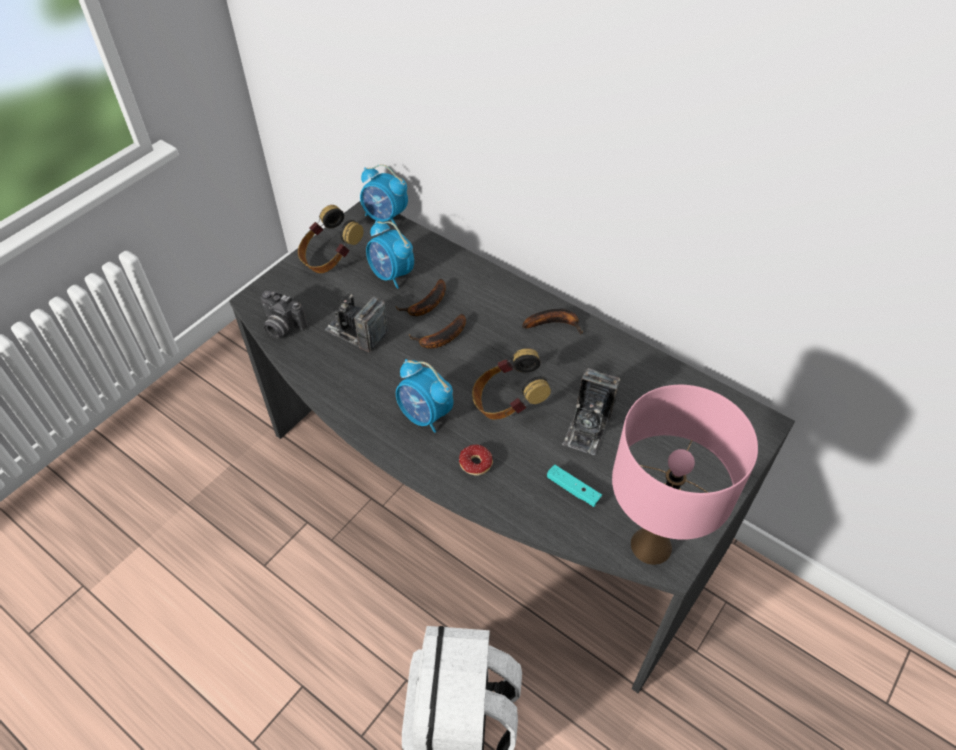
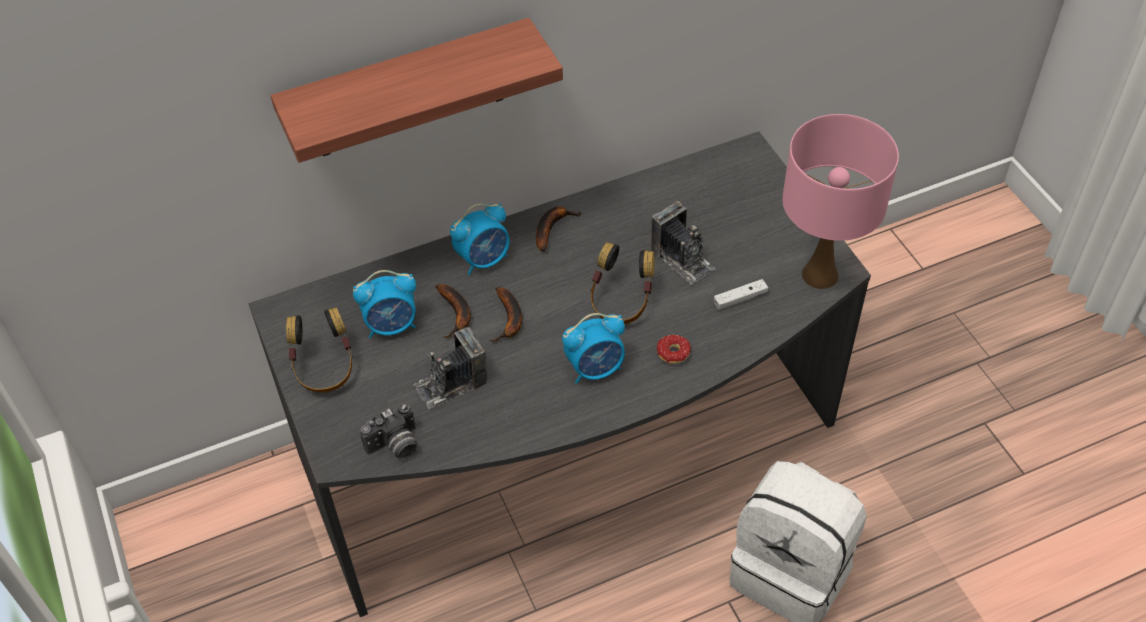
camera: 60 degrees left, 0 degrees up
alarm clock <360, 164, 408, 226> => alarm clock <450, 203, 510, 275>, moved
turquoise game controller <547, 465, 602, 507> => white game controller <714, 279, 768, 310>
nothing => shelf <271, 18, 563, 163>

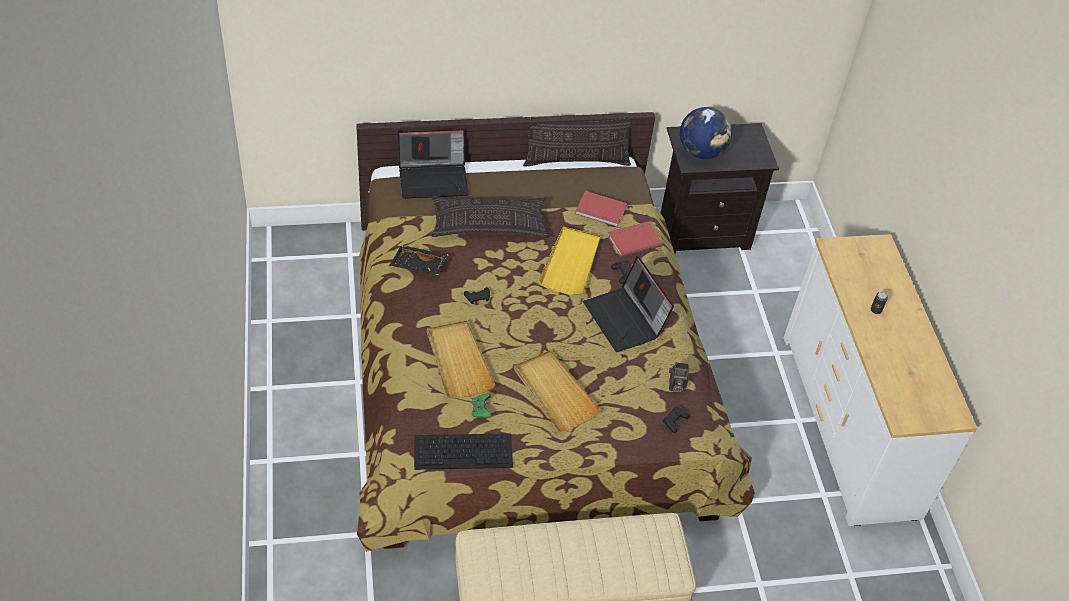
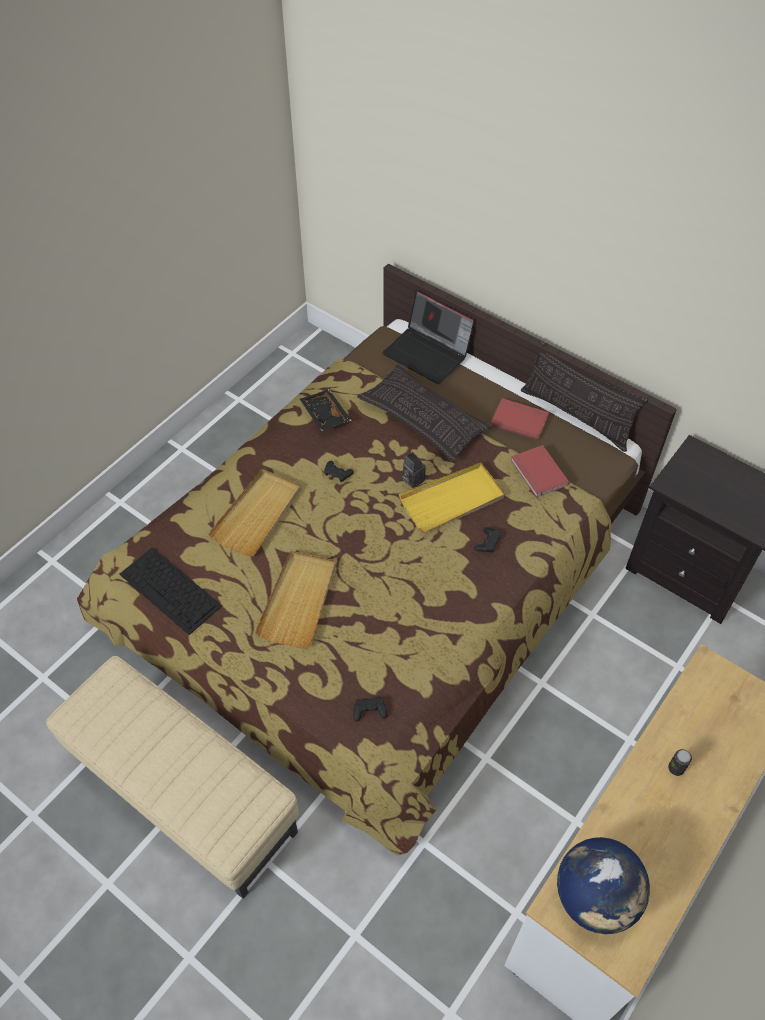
camera: 50 degrees right, 5 degrees up
globe <680, 107, 732, 159> => globe <557, 837, 650, 934>, moved
red book <607, 222, 662, 257> => red book <491, 398, 549, 440>, moved
laptop <583, 256, 674, 352> => nothing
photo camera <669, 362, 689, 393> => photo camera <402, 452, 426, 488>, moved
green game controller <472, 393, 492, 418> => nothing

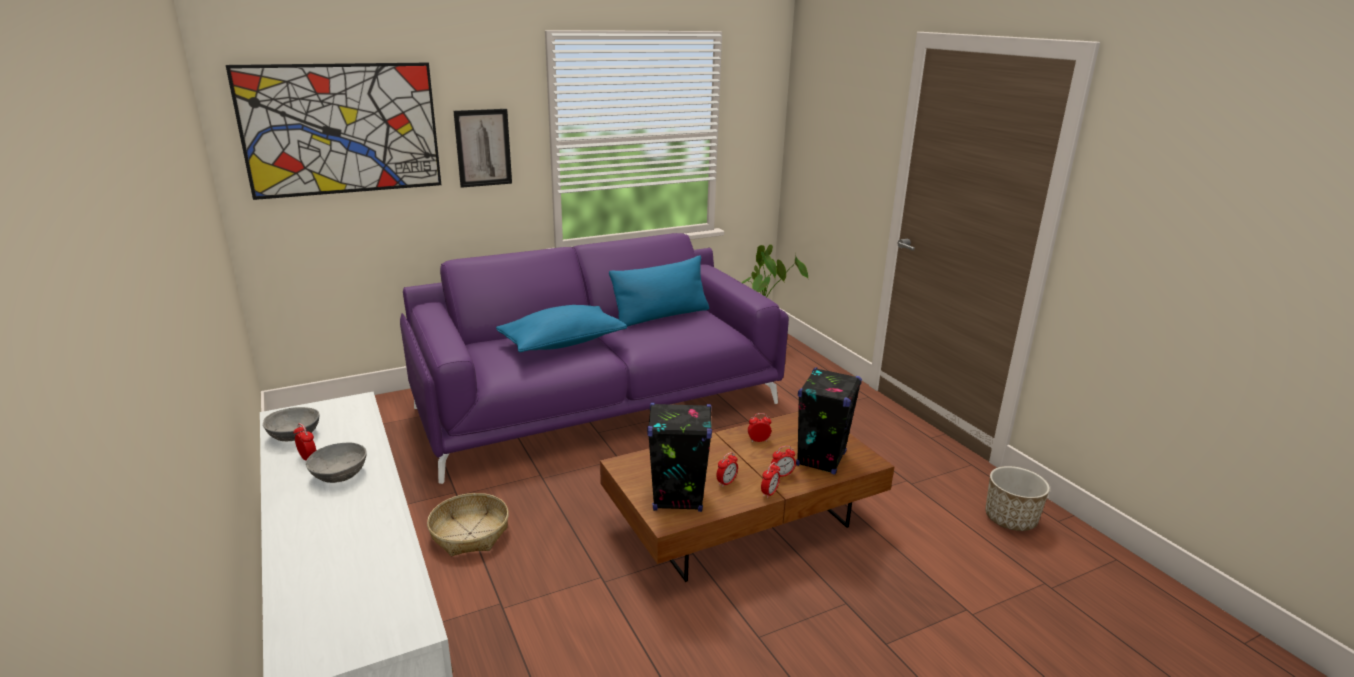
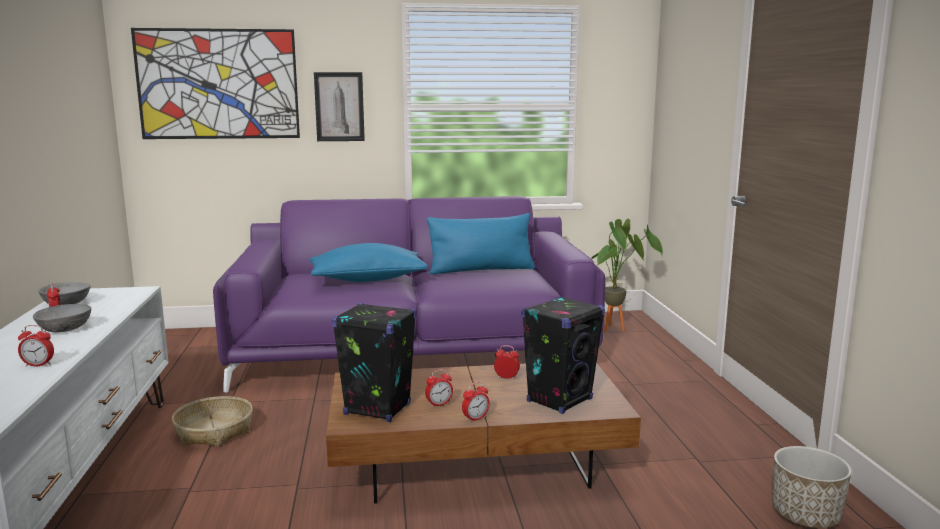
camera: 20 degrees right, 10 degrees down
alarm clock <771, 446, 796, 477> => alarm clock <18, 325, 54, 367>, moved

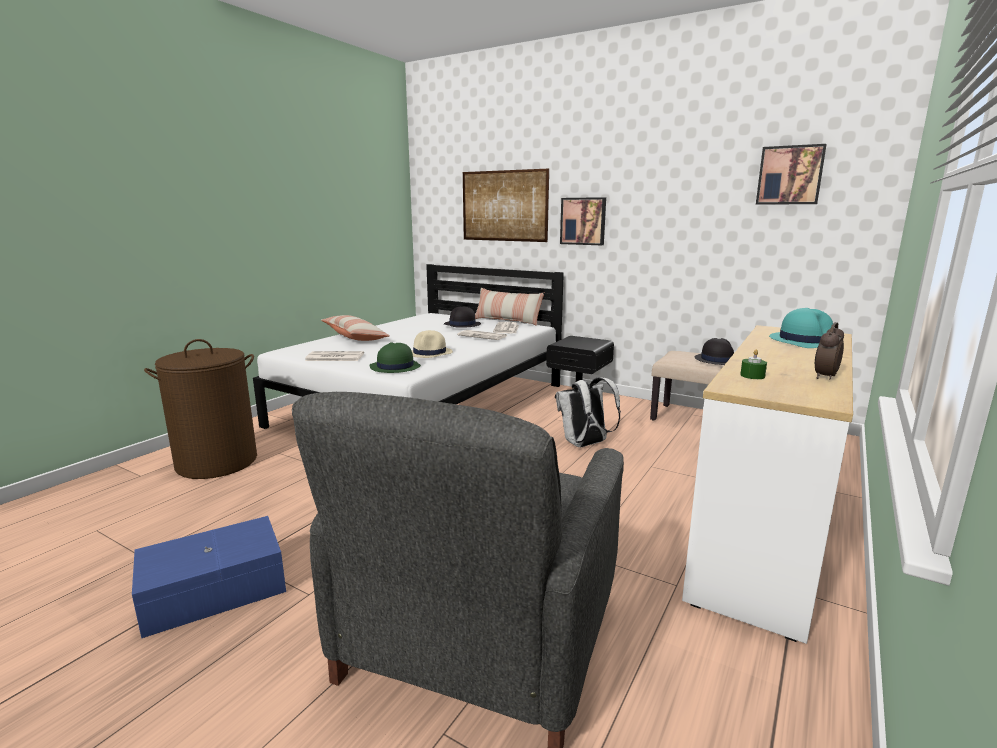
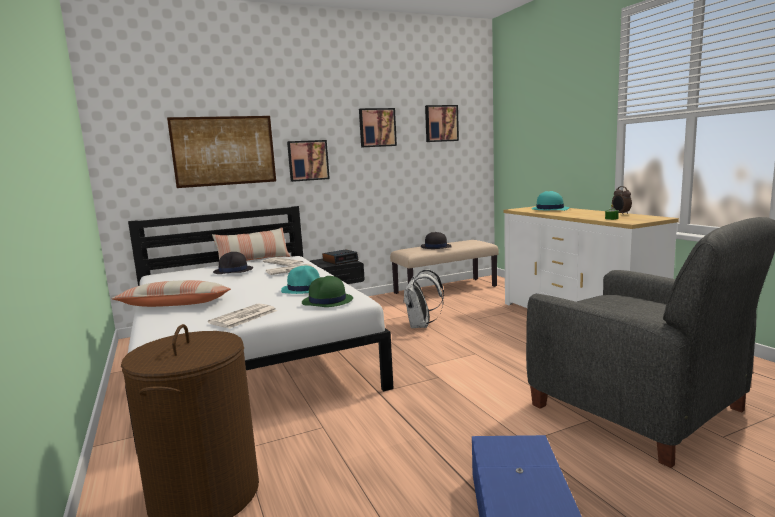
camera: 55 degrees left, 5 degrees down
beige hat <412, 330, 453, 358> => turquoise hat <281, 266, 320, 294>
nothing => picture <359, 108, 397, 147>
nothing => alarm clock <322, 249, 358, 265>

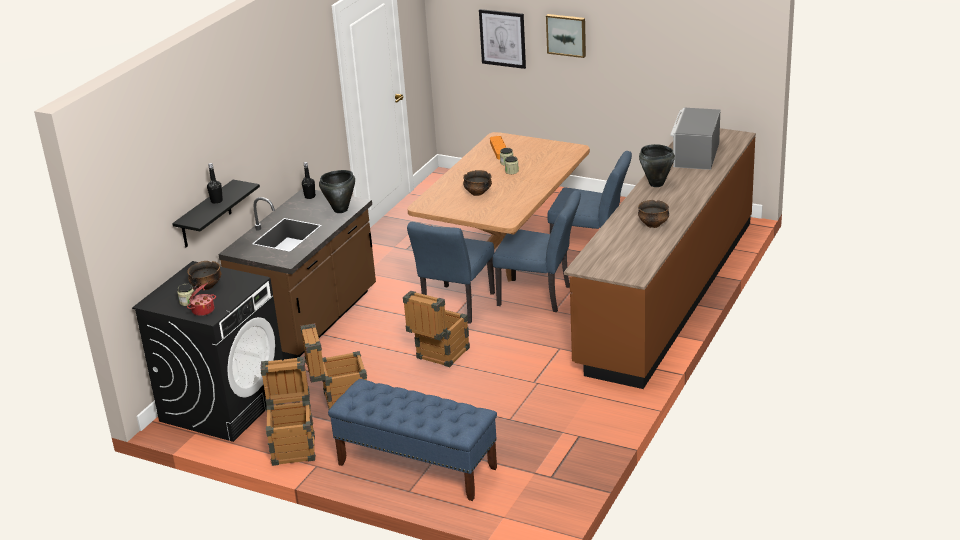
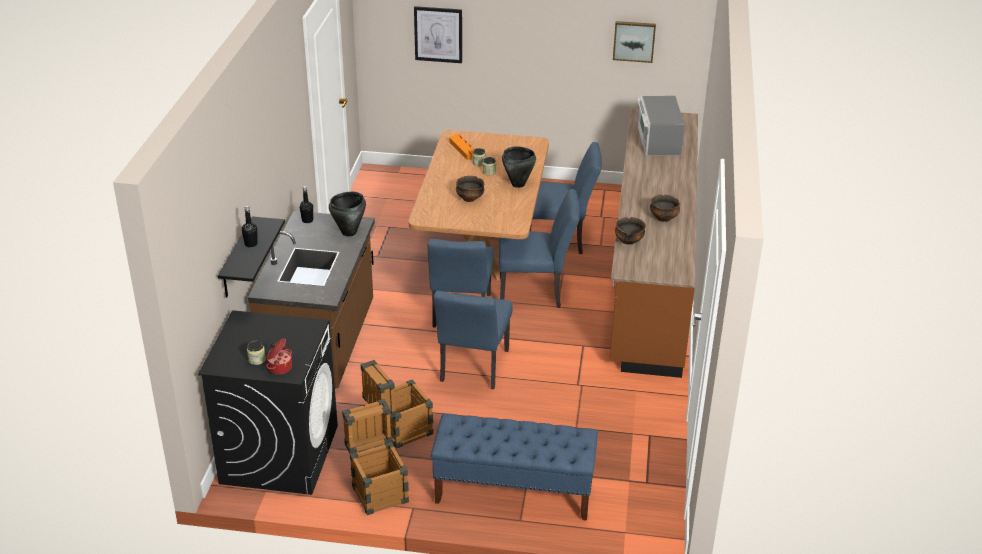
camera: 20 degrees left, 5 degrees up
picture <546, 14, 586, 58> => picture <613, 21, 656, 63>, moved
black cooking pot <639, 144, 675, 187> => black cooking pot <502, 147, 536, 188>, moved
bowl <187, 261, 221, 290> => bowl <615, 217, 646, 245>, moved
crate <403, 290, 470, 367> => blue chair <433, 291, 512, 389>

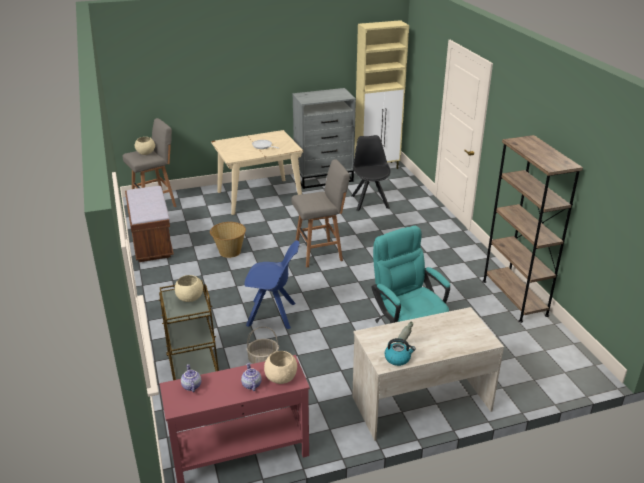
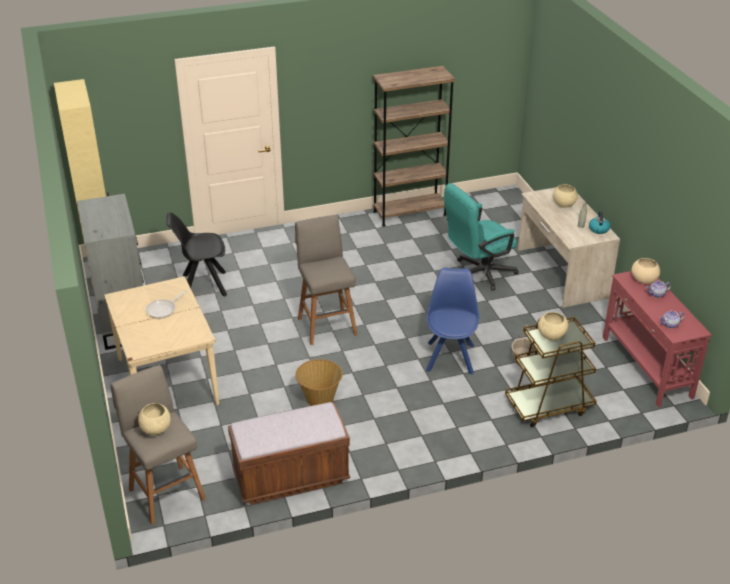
camera: 90 degrees left, 5 degrees up
nothing => beige bowl <553, 184, 578, 208>

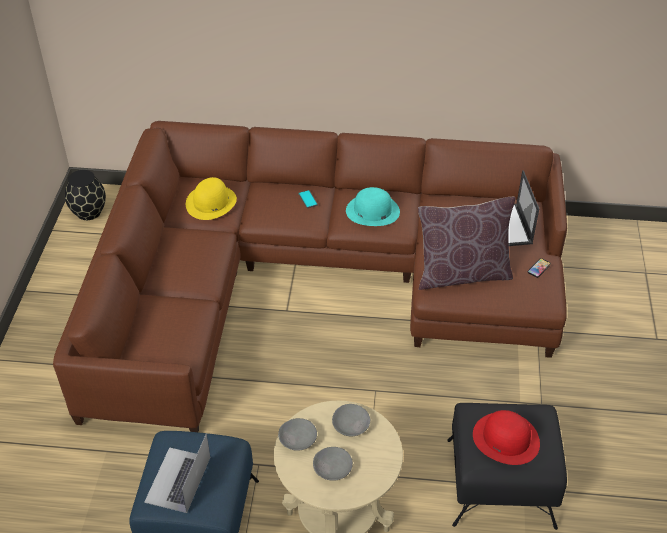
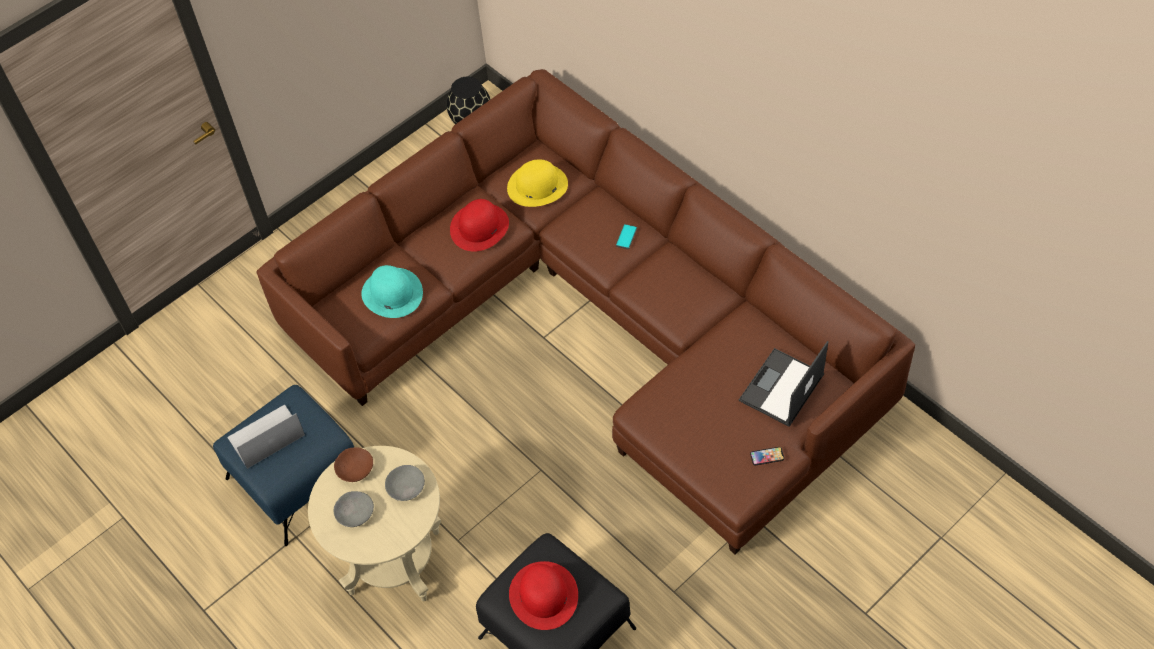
camera: 45 degrees right, 10 degrees up
turquoise hat <346, 187, 400, 226> => turquoise hat <361, 265, 423, 318>, moved
brown pillow <418, 197, 515, 290> => nothing
grey bowl <278, 418, 317, 451> => brown bowl <334, 447, 373, 482>
nothing => red hat <450, 199, 509, 252>

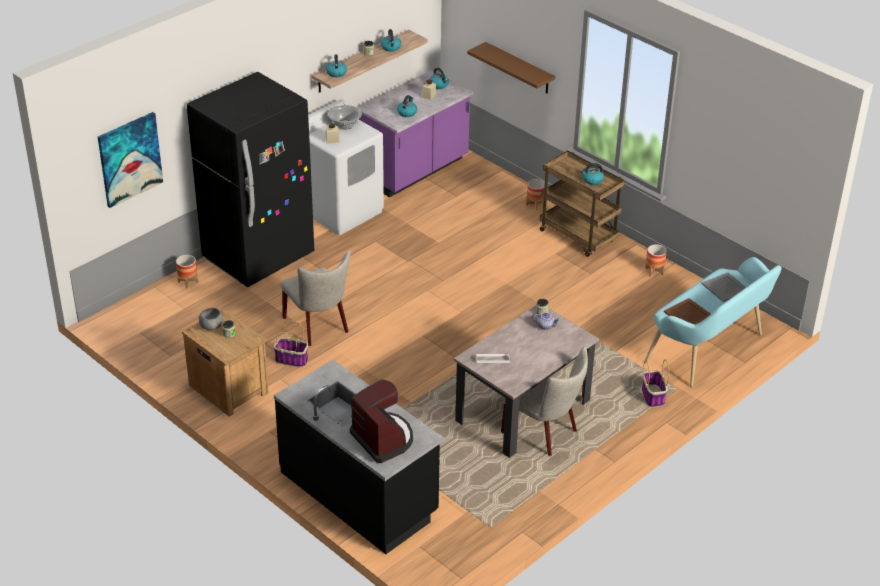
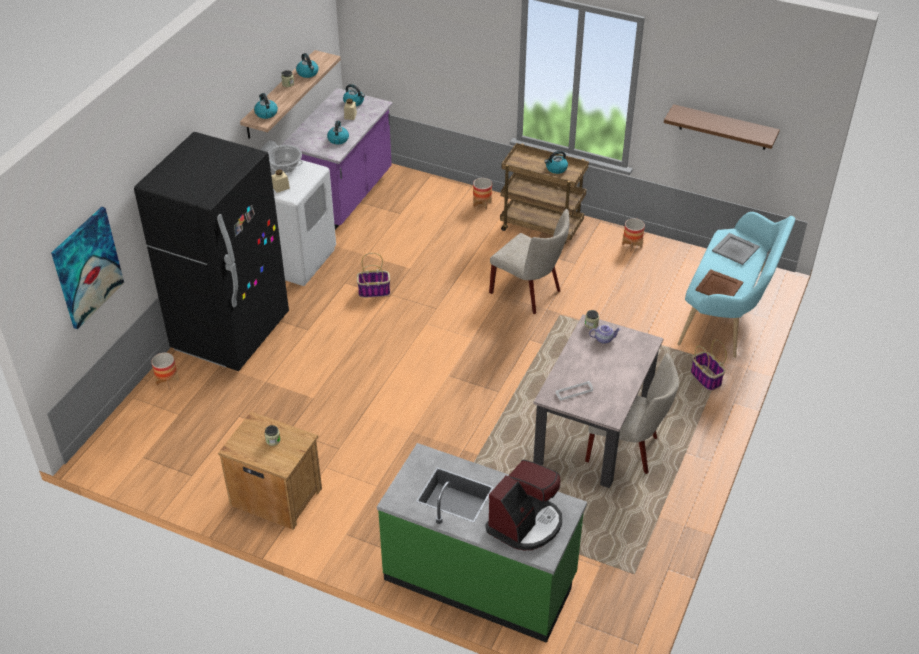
camera: 20 degrees left, 5 degrees up
brown shelf <467, 42, 555, 93> => brown shelf <664, 104, 780, 150>, moved
beige chair <280, 250, 351, 346> => beige chair <489, 209, 569, 314>, moved
grey bowl <199, 308, 223, 331> => nothing
basket <273, 320, 308, 368> => basket <357, 253, 390, 298>, moved
black counter <274, 360, 444, 554> => green counter <377, 443, 587, 643>
coffee machine <350, 379, 413, 463> => coffee machine <486, 460, 562, 550>, 90 degrees clockwise

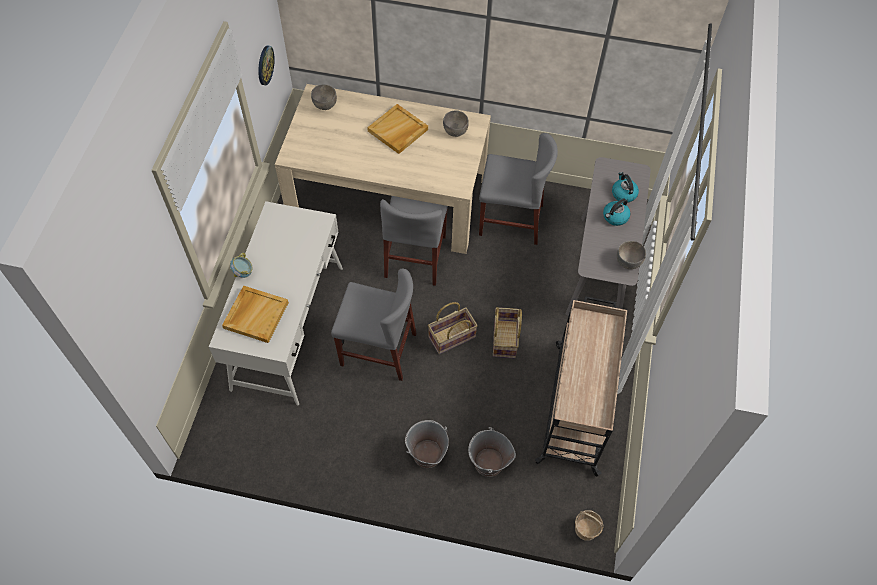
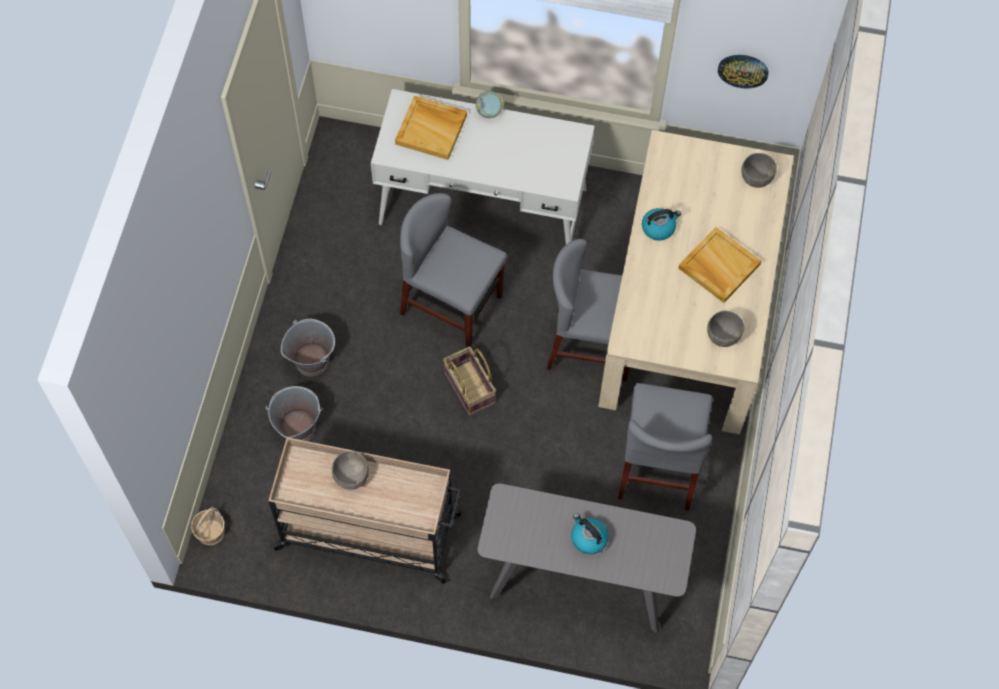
camera: 90 degrees right, 5 degrees up
kettle <612, 172, 639, 203> => kettle <642, 208, 681, 241>, moved
grey bowl <617, 241, 646, 269> => grey bowl <332, 451, 369, 490>, moved
grey chair <331, 269, 417, 381> => grey chair <400, 193, 507, 347>, 105 degrees clockwise
basket <493, 307, 522, 358> => nothing

